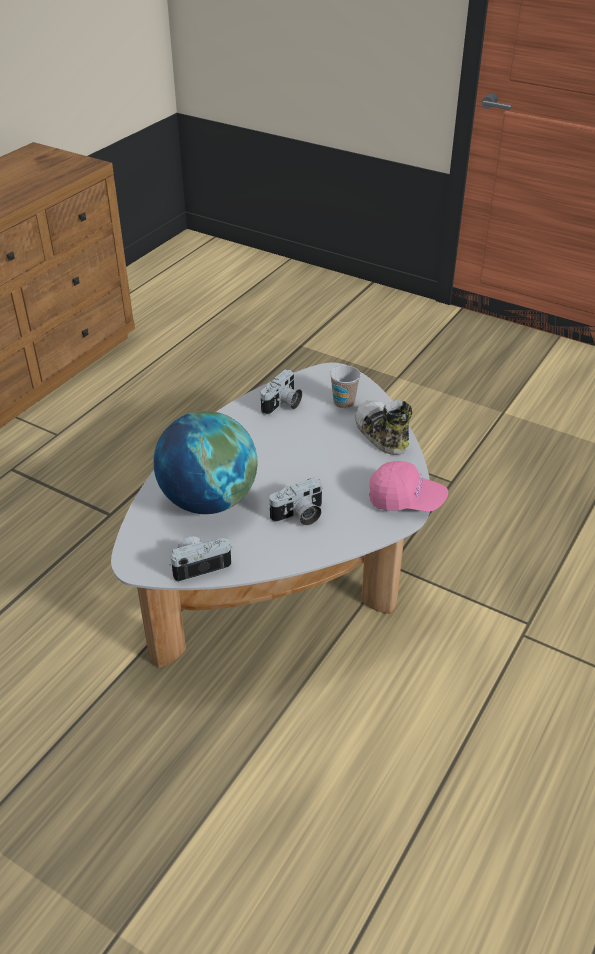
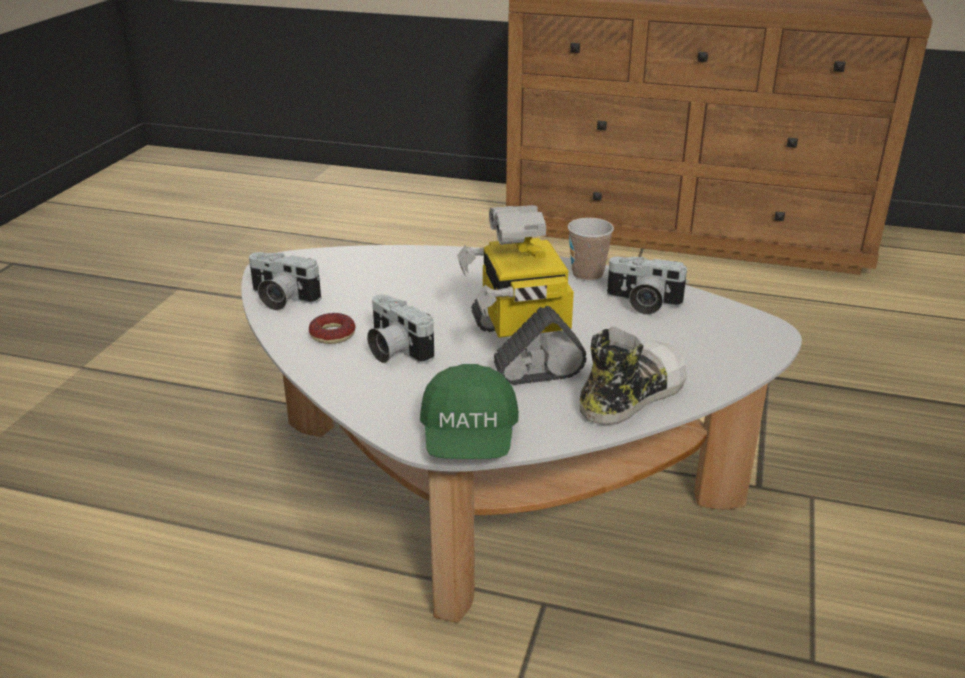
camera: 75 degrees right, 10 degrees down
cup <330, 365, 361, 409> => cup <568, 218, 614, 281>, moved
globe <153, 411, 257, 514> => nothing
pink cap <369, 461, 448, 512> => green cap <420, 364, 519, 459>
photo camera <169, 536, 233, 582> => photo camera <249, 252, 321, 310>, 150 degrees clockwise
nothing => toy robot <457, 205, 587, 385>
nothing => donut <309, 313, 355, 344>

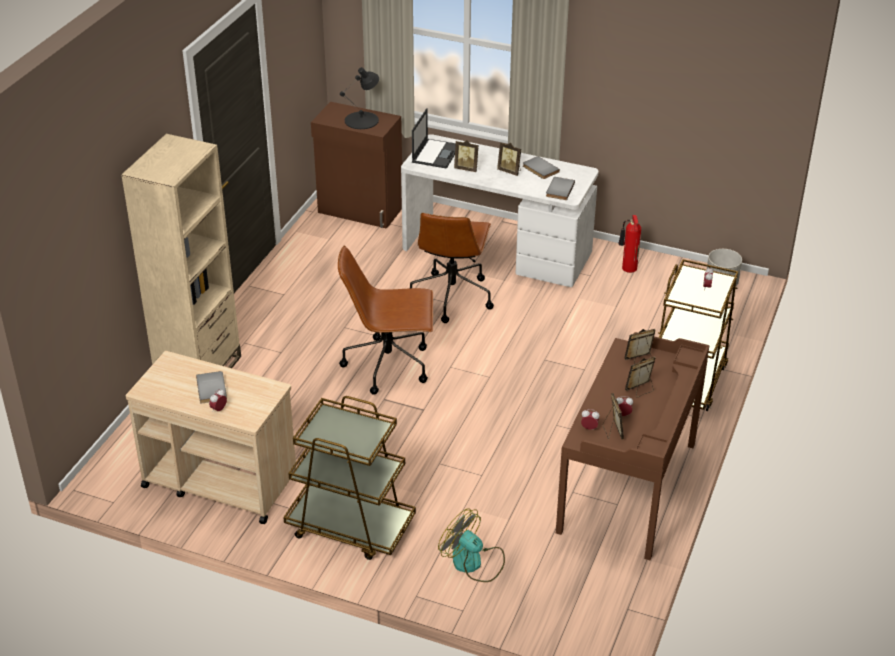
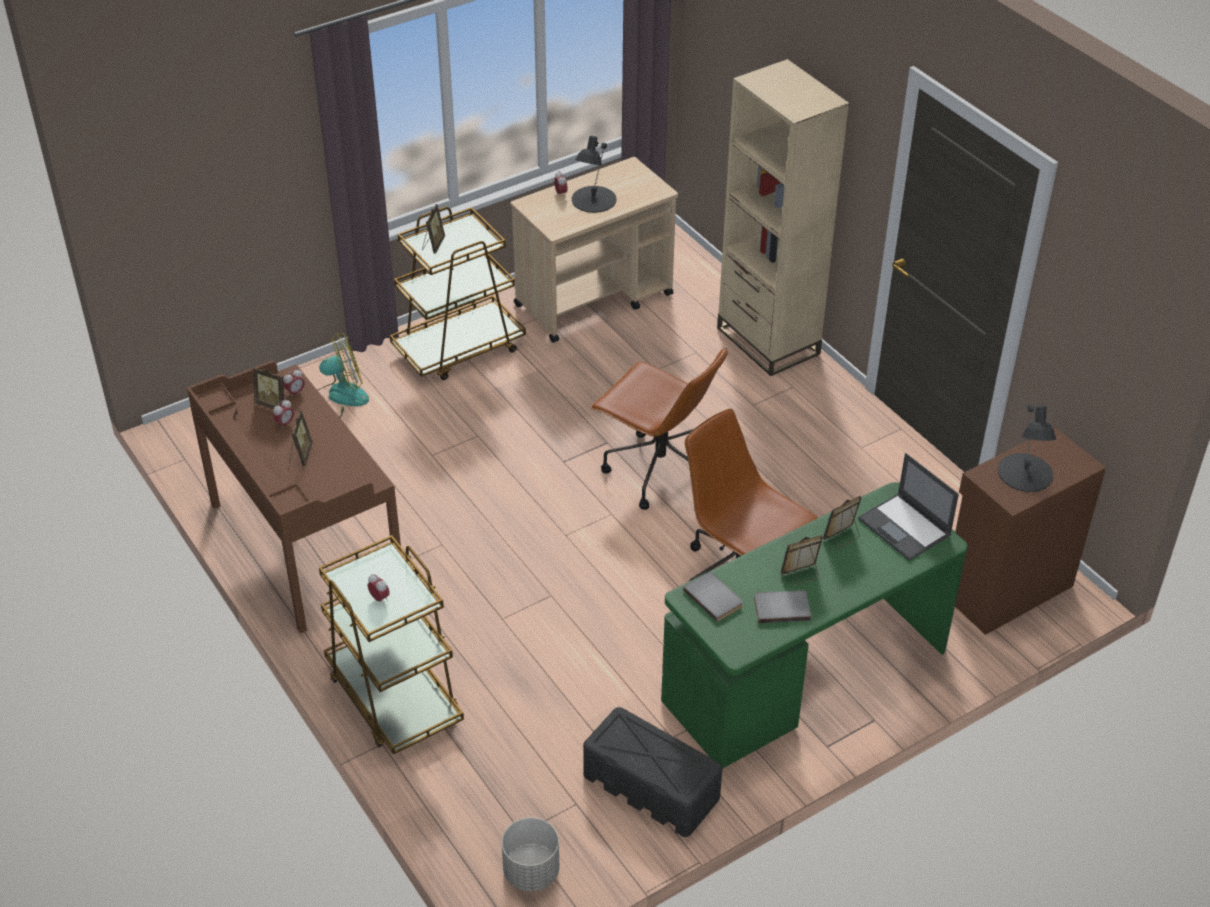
camera: 125 degrees right, 5 degrees up
white desk <401, 134, 599, 287> => green desk <661, 482, 968, 769>
fire extinguisher <618, 215, 641, 273> => black storage box <583, 707, 722, 837>
brown office chair <338, 245, 433, 395> => brown office chair <590, 348, 728, 510>, 90 degrees clockwise
picture frame <624, 329, 656, 364> => picture frame <422, 204, 445, 254>, moved
grey book <196, 371, 227, 404> => black table lamp <572, 136, 617, 213>

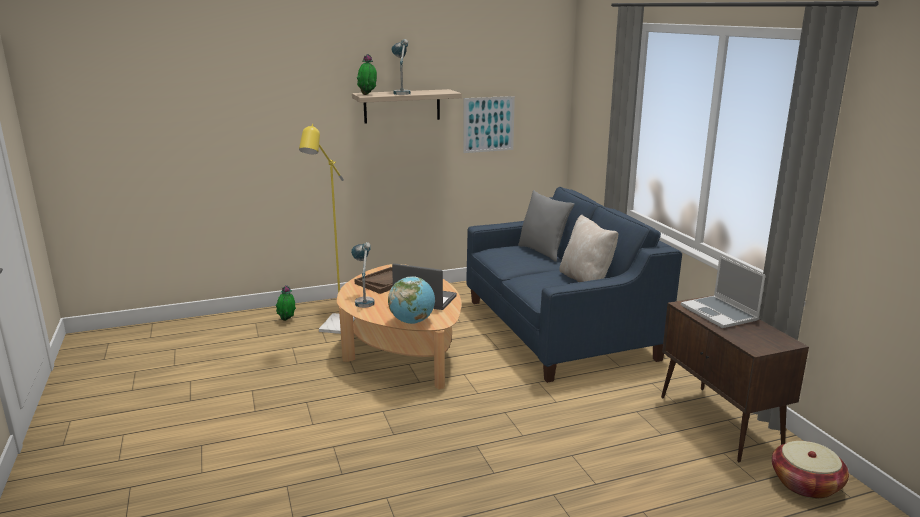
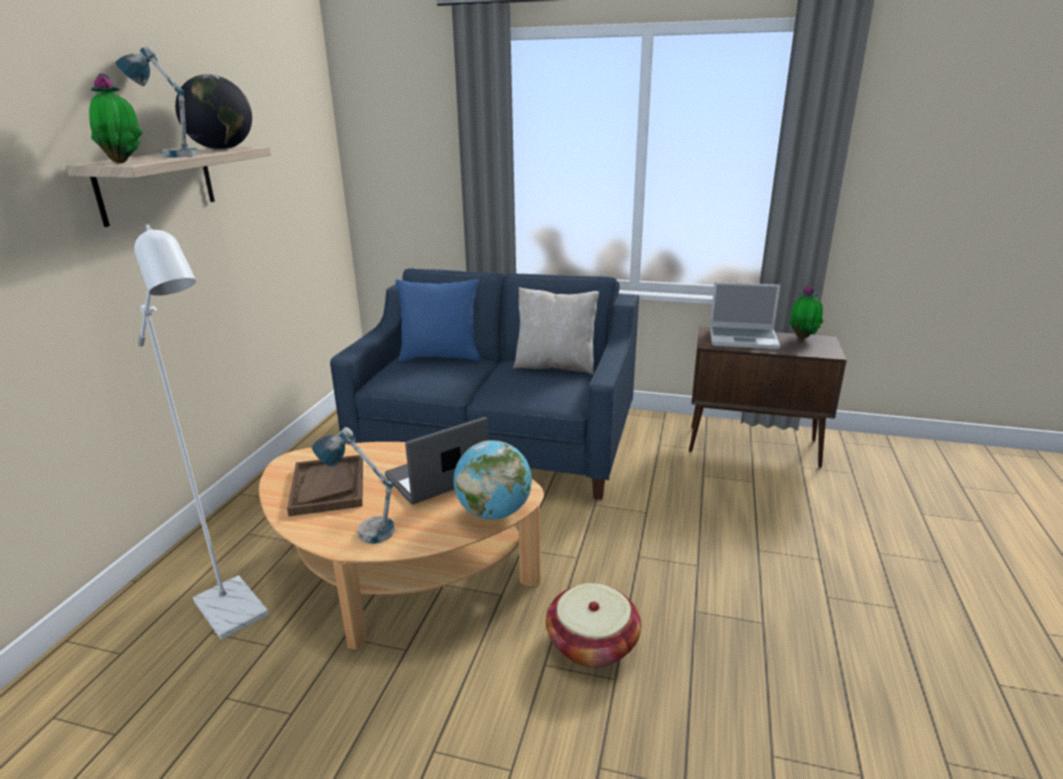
camera: 55 degrees left, 5 degrees up
picture <464, 96, 515, 153> => nothing
yellow floor lamp <299, 124, 355, 334> => white floor lamp <134, 224, 269, 640>
grey pillow <518, 190, 574, 262> => blue pillow <396, 279, 481, 362>
potted plant <275, 285, 296, 321> => potted plant <789, 284, 823, 339>, moved
basket <772, 441, 849, 499> => basket <546, 583, 641, 668>, moved
nothing => globe <175, 74, 252, 150>

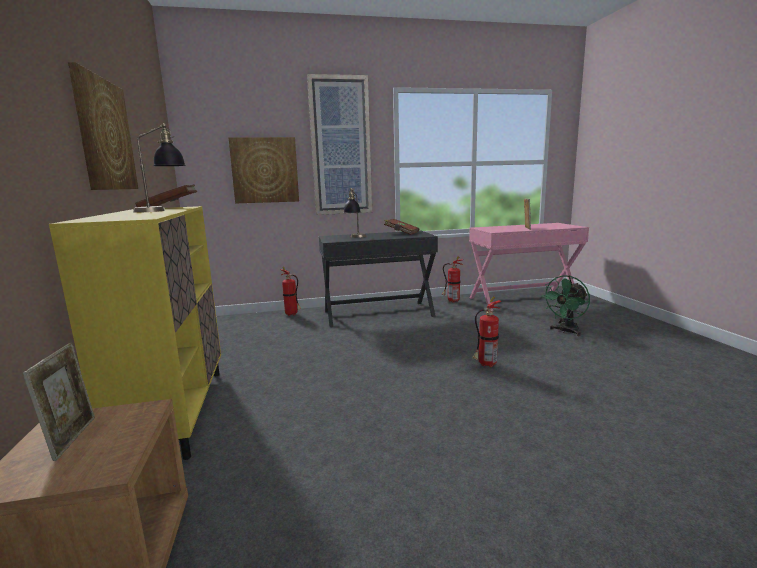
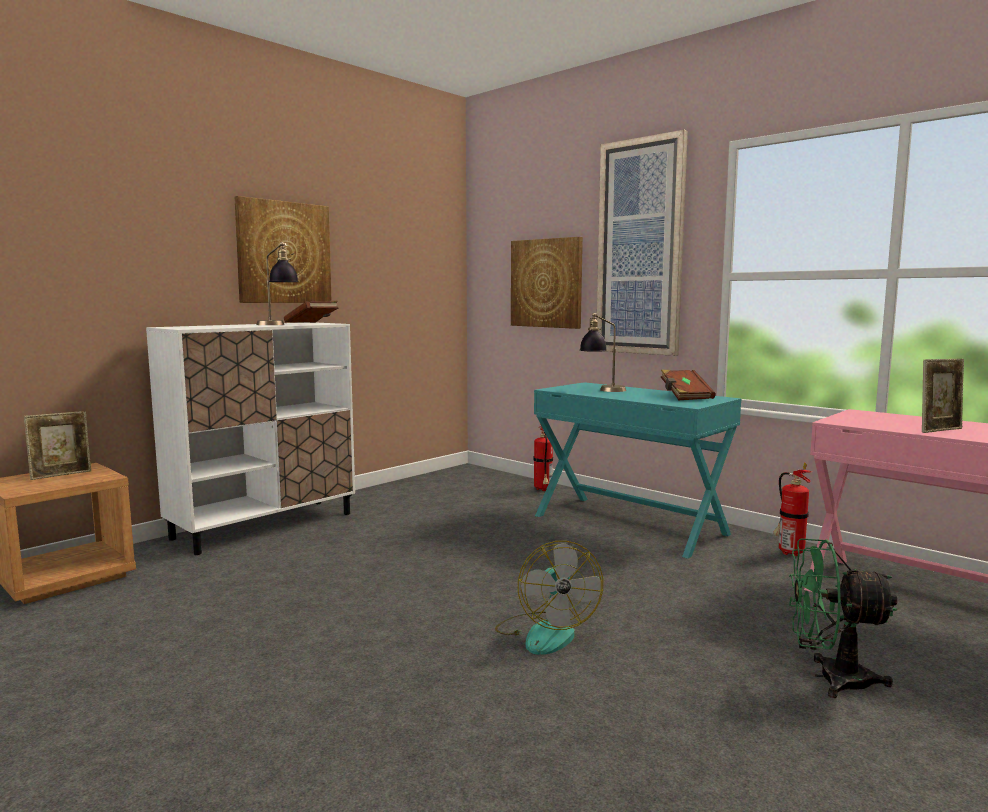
camera: 55 degrees right, 5 degrees down
yellow cabinet <49, 206, 221, 460> => white cabinet <146, 323, 355, 555>
black desk <319, 231, 438, 327> => turquoise desk <534, 382, 741, 559>
fire extinguisher <472, 296, 501, 367> => fan <495, 541, 603, 655>

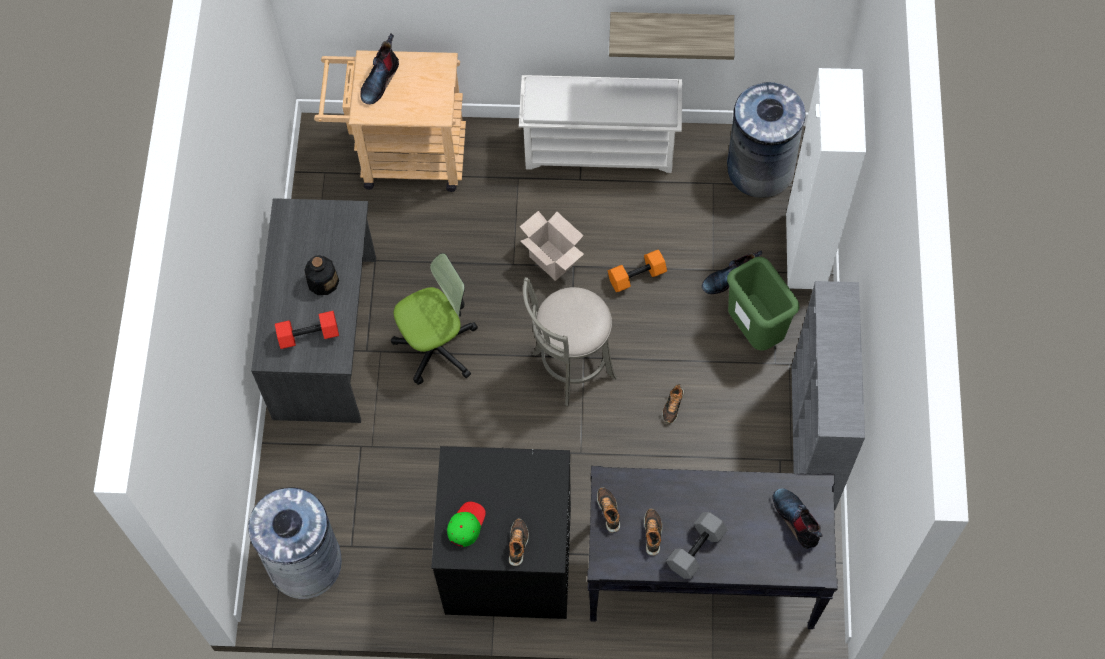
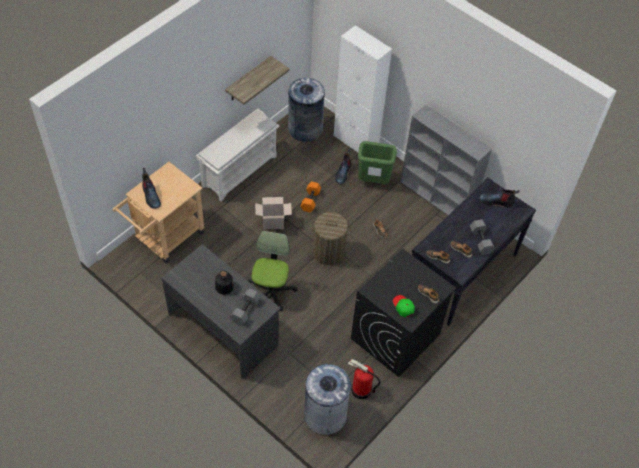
camera: 55 degrees left, 10 degrees down
grey stool <523, 277, 617, 406> => laundry basket <310, 212, 351, 265>
red dumbbell <275, 311, 339, 349> => grey dumbbell <230, 288, 261, 325>
nothing => fire extinguisher <348, 359, 380, 399>

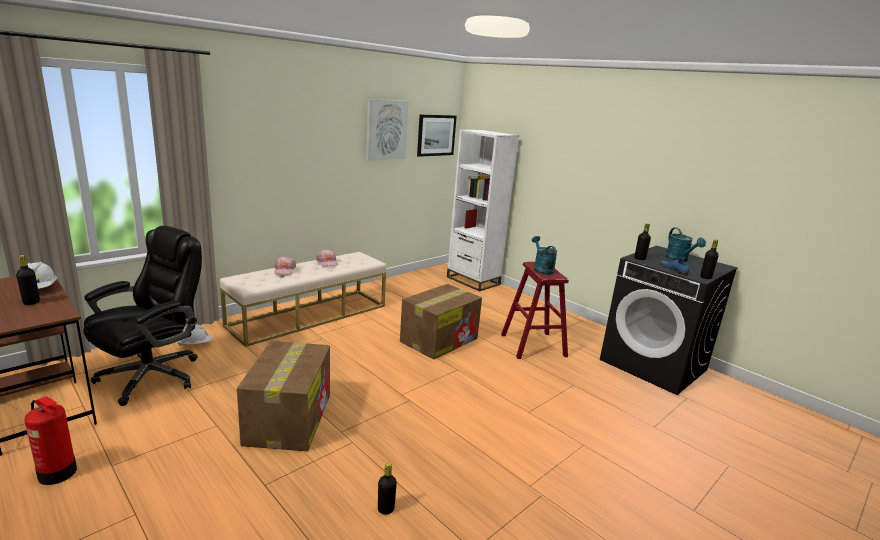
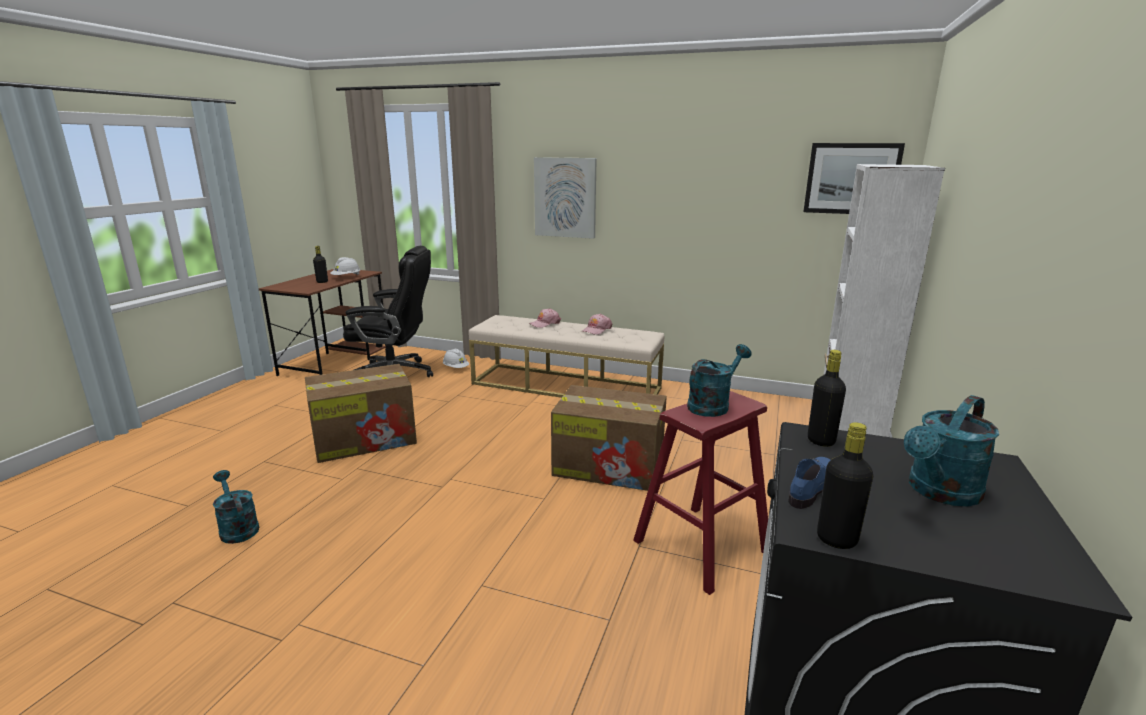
camera: 65 degrees right, 0 degrees up
picture <366, 99, 409, 161> => picture <534, 157, 597, 239>, moved
fire extinguisher <24, 396, 77, 485> => nothing
black bottle <378, 463, 397, 515> => turquoise watering can <213, 470, 259, 544>

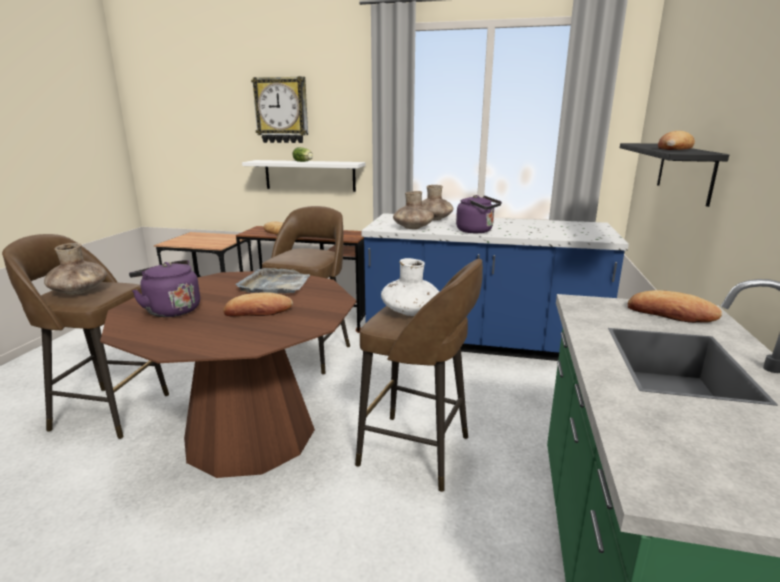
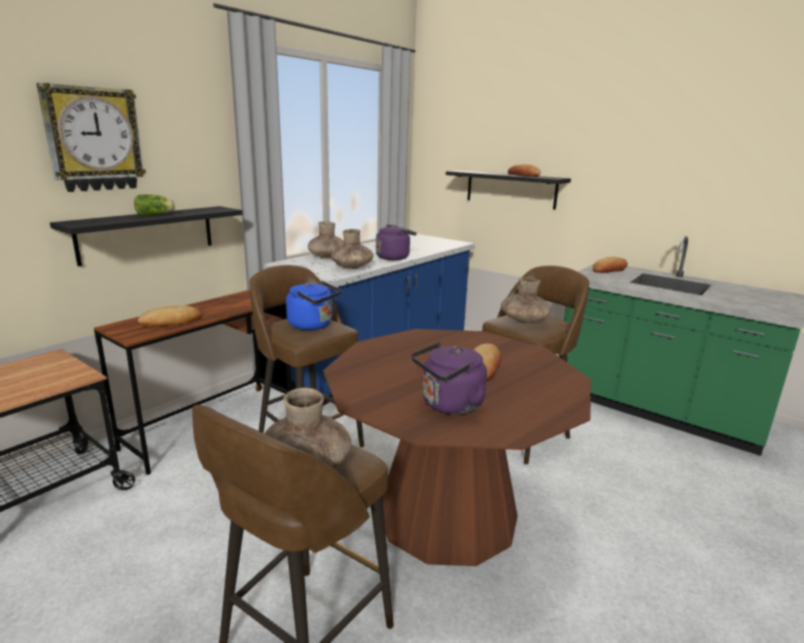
camera: 65 degrees left, 0 degrees up
white shelf <242, 160, 366, 192> => black shelf <50, 206, 243, 266>
white vase <381, 258, 439, 316> => brown vase <501, 278, 551, 323>
grey tray <235, 268, 310, 293> => nothing
nothing => blue kettle <286, 281, 342, 330>

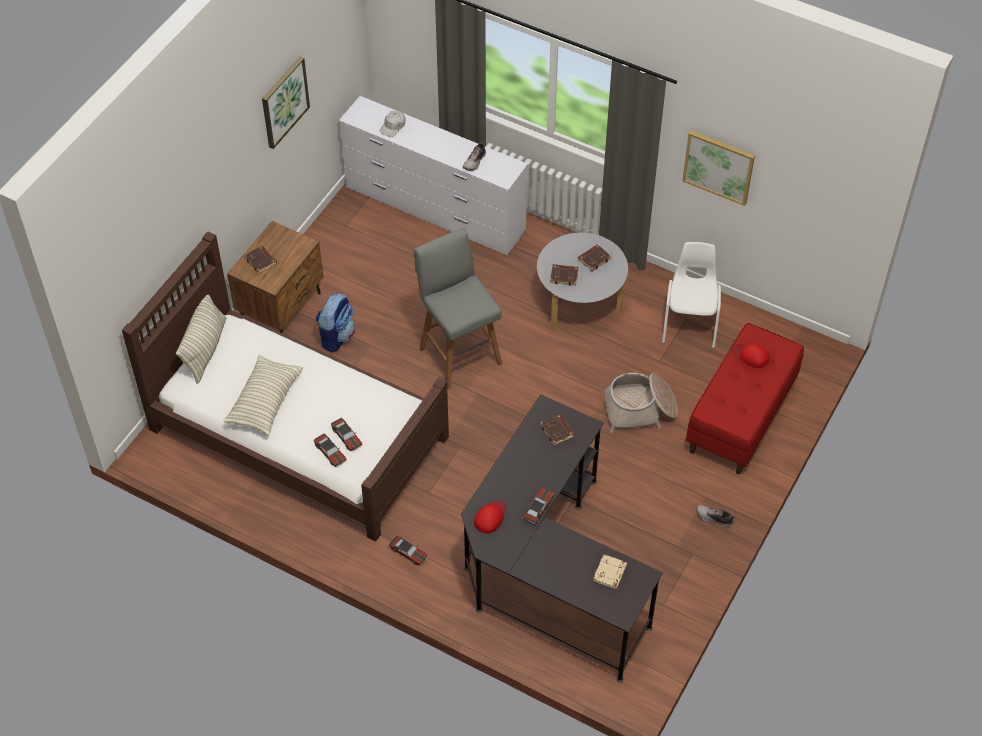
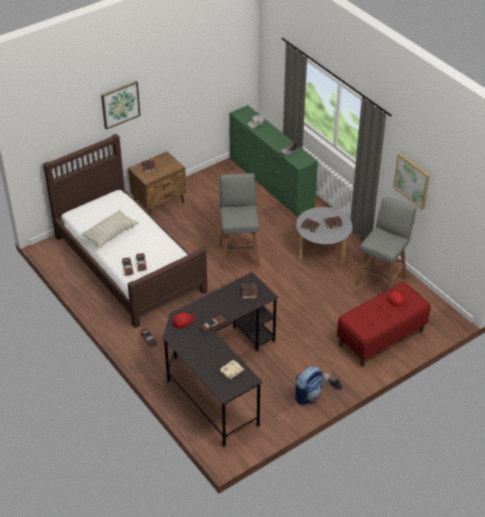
camera: 25 degrees right, 10 degrees down
picture <262, 56, 310, 149> => picture <101, 81, 141, 130>, moved
white dresser <339, 96, 528, 255> => green dresser <229, 105, 318, 216>
white chair <662, 242, 721, 348> => grey stool <355, 196, 416, 289>
backpack <315, 293, 355, 352> => backpack <295, 366, 323, 405>, moved
pillow <176, 294, 226, 384> => nothing
basket <602, 373, 678, 433> => nothing

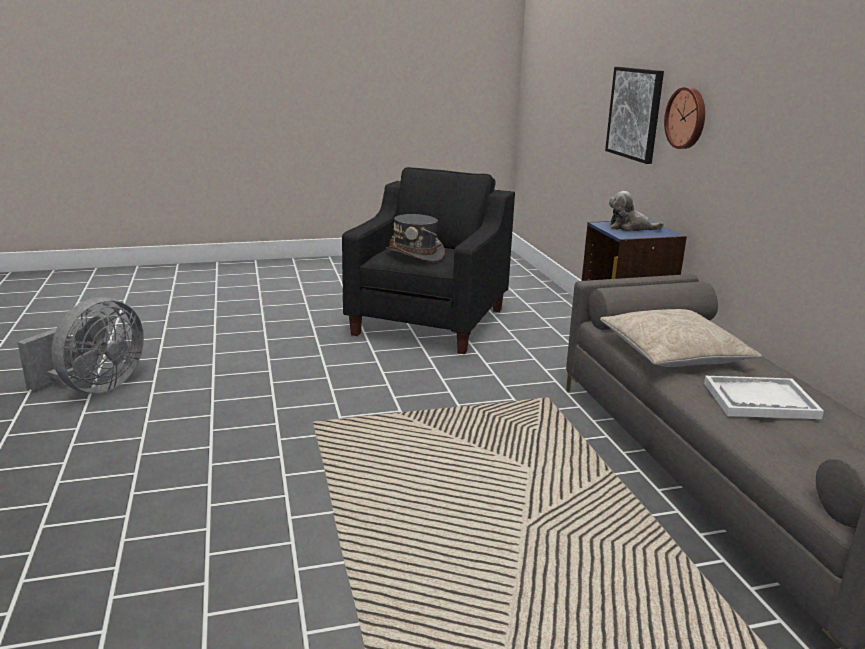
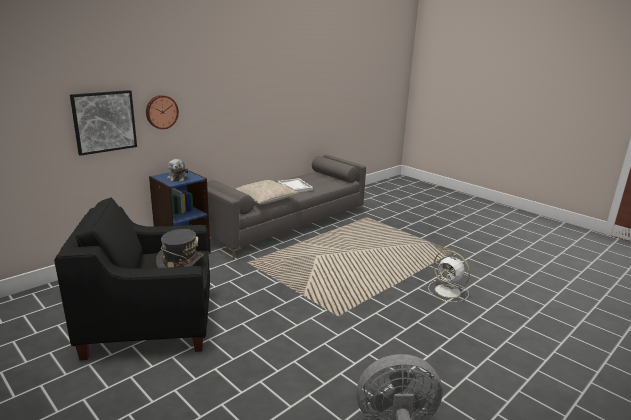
camera: 120 degrees left, 0 degrees up
nothing => white fan <428, 250, 470, 302>

